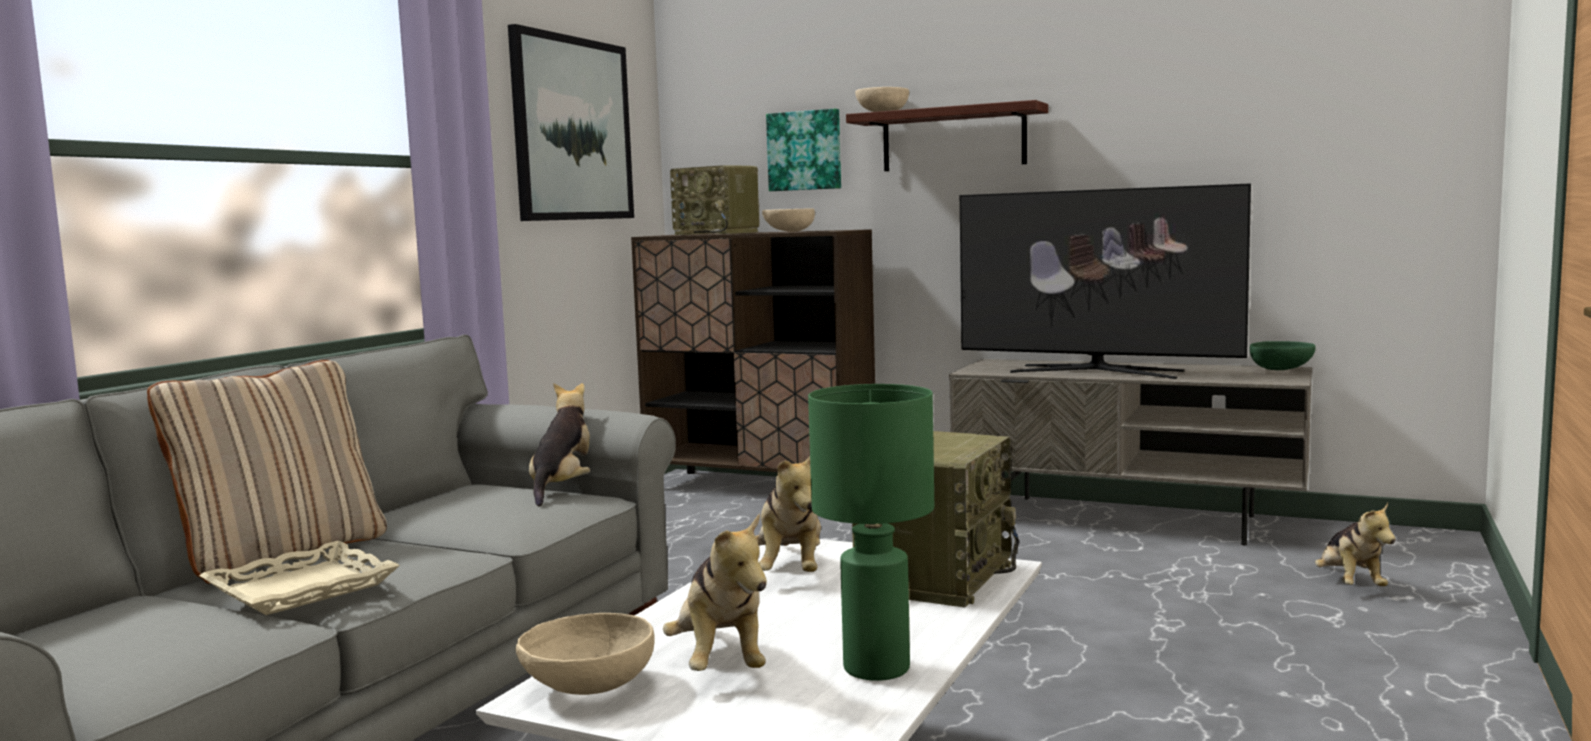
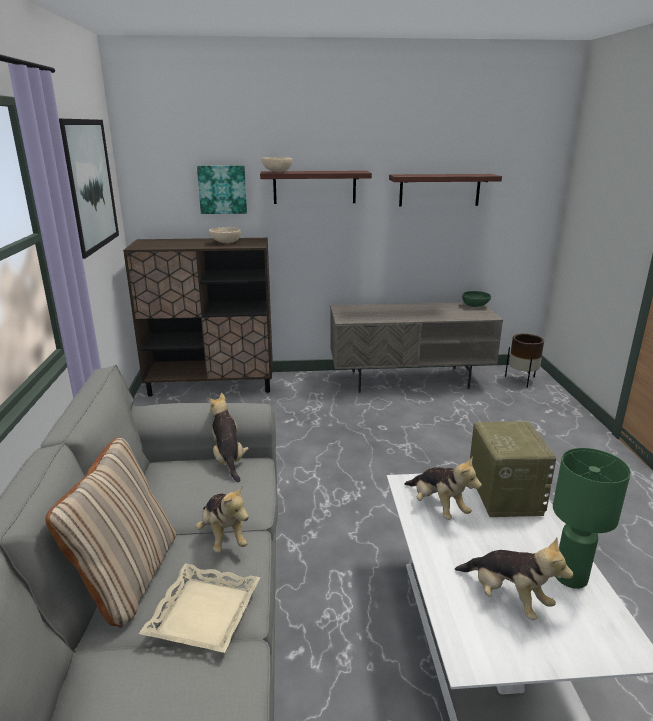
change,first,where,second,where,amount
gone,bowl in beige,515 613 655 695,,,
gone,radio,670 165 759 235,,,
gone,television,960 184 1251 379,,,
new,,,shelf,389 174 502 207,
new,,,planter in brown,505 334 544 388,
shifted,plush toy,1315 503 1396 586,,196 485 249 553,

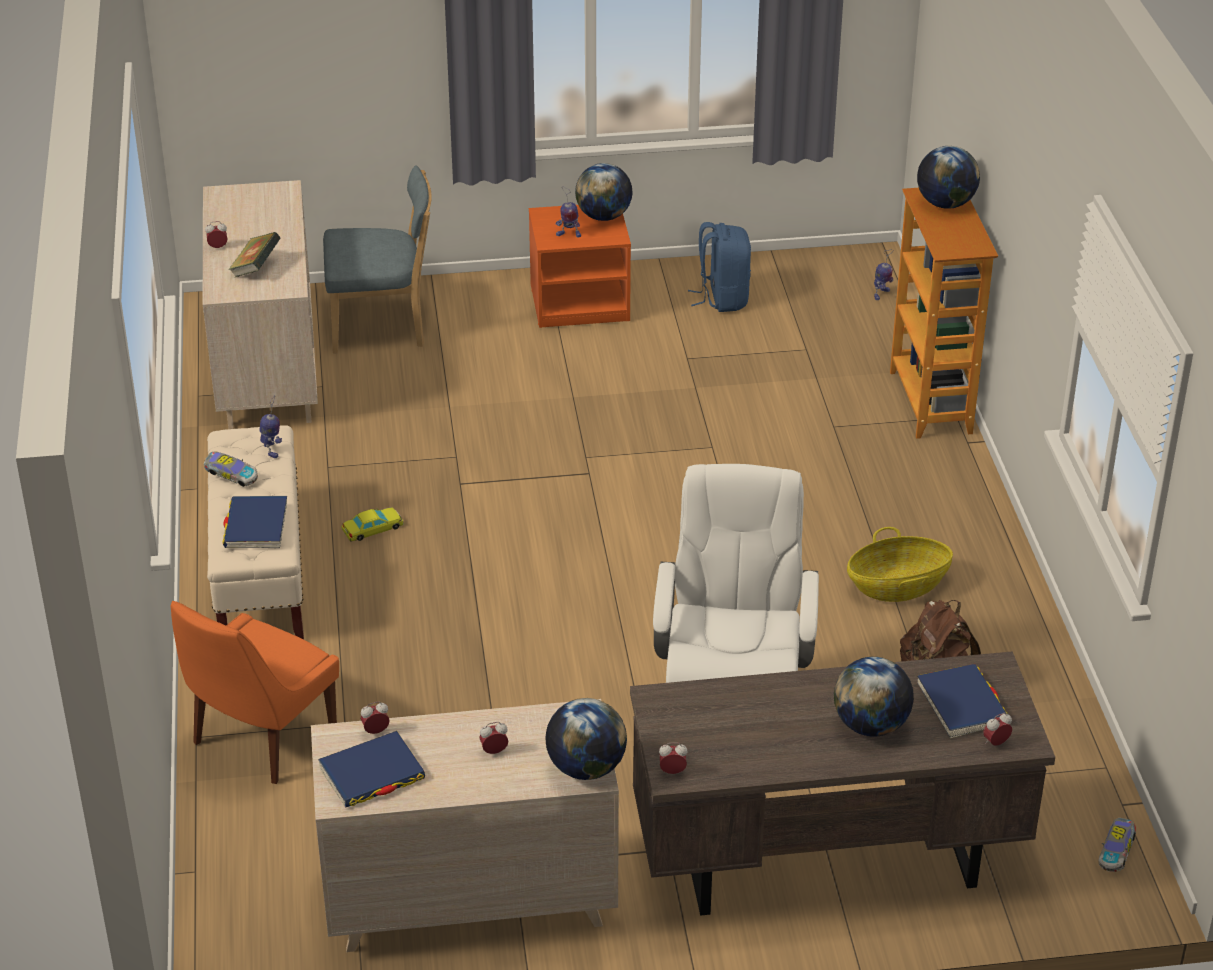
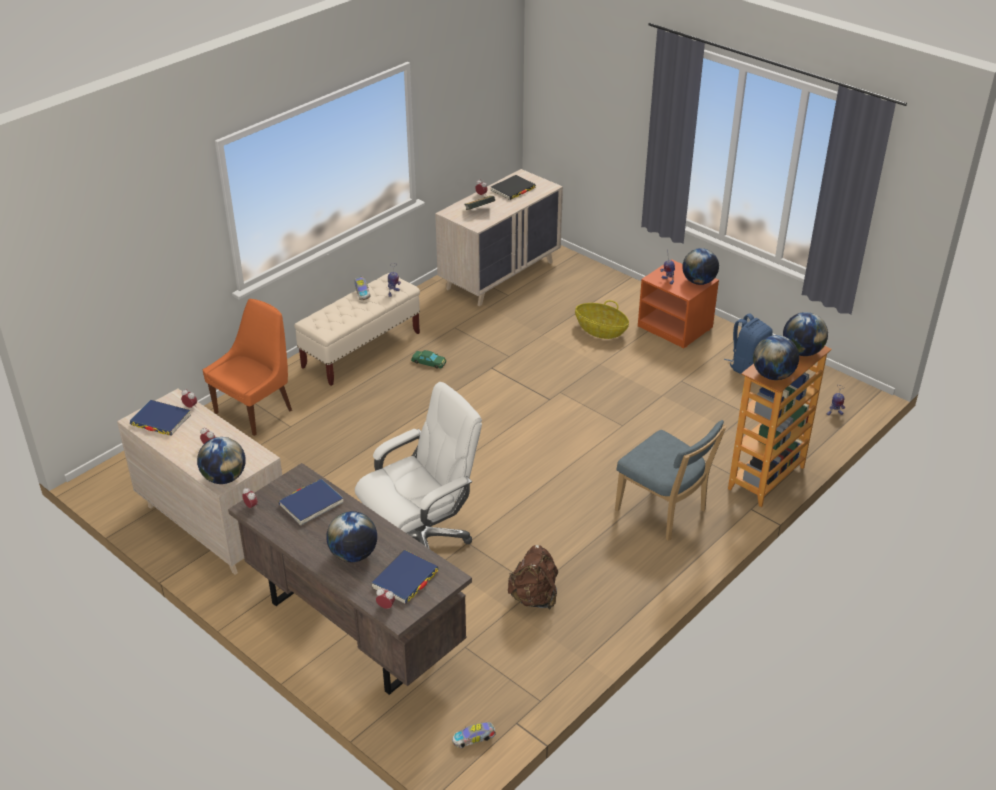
change,first,where,second,where,amount
new,,,book in black,491 175 536 200,
new,,,globe,753 335 799 380,
shifted,book in blue,222 496 287 549,,279 479 343 526,
shifted,chair in blue,323 165 432 354,,615 420 727 541,
shifted,basket,847 527 953 602,,575 300 629 339,
repainted,toy car in yellow,341 508 403 541,toy car in green,411 350 446 369,
rotated,chair in orange,171 601 339 784,,203 299 292 436,135 degrees clockwise

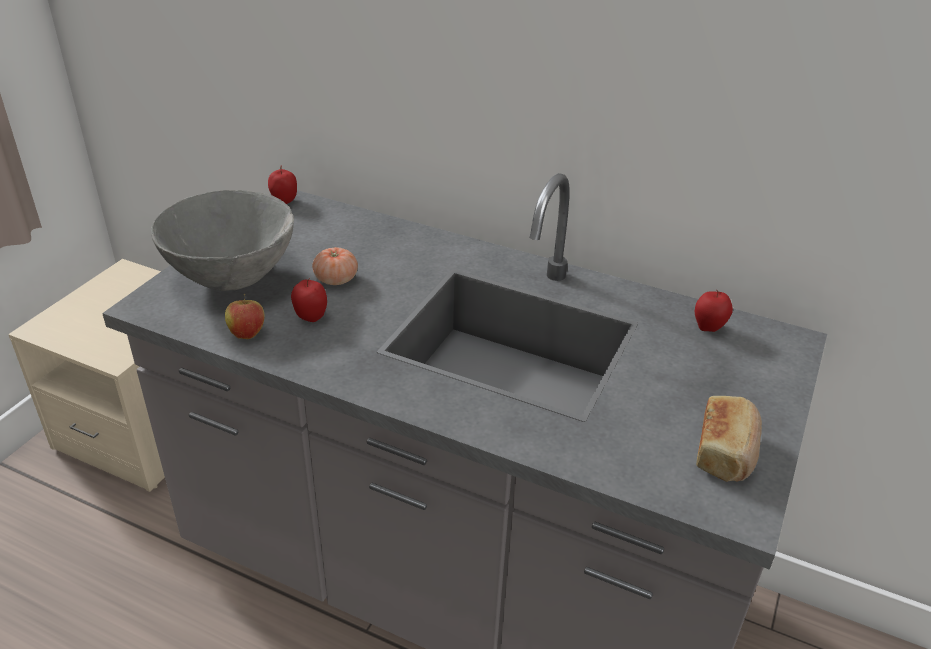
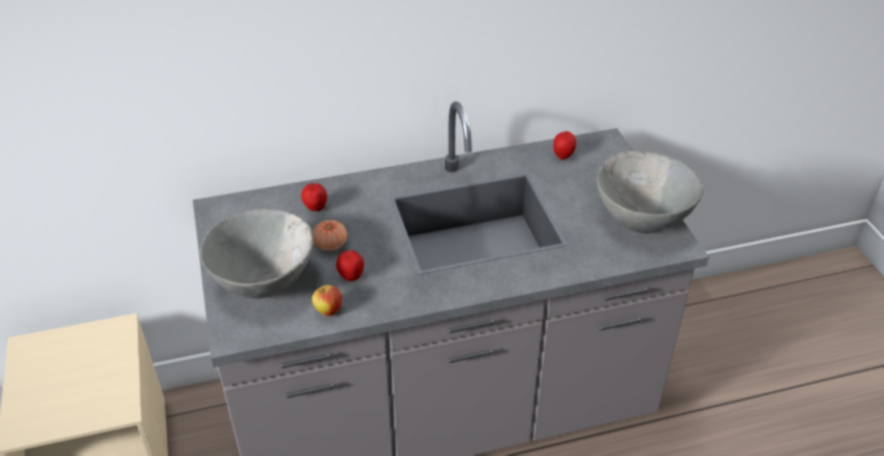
change,first,where,second,where,amount
shifted,apple,268 166 297 204,,301 182 327 211,
swapped,bread,696 396 762 482,bowl in grey,597 151 703 233,

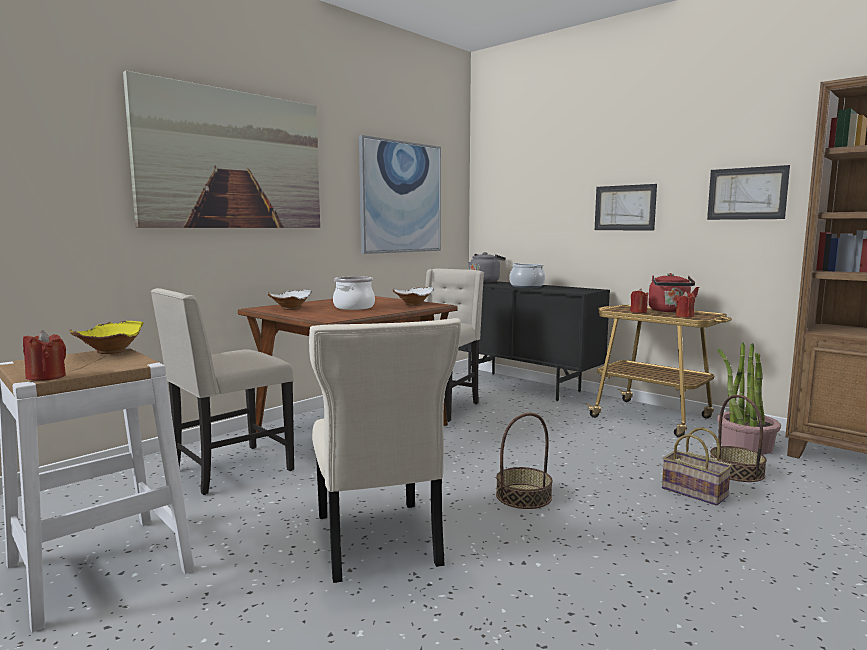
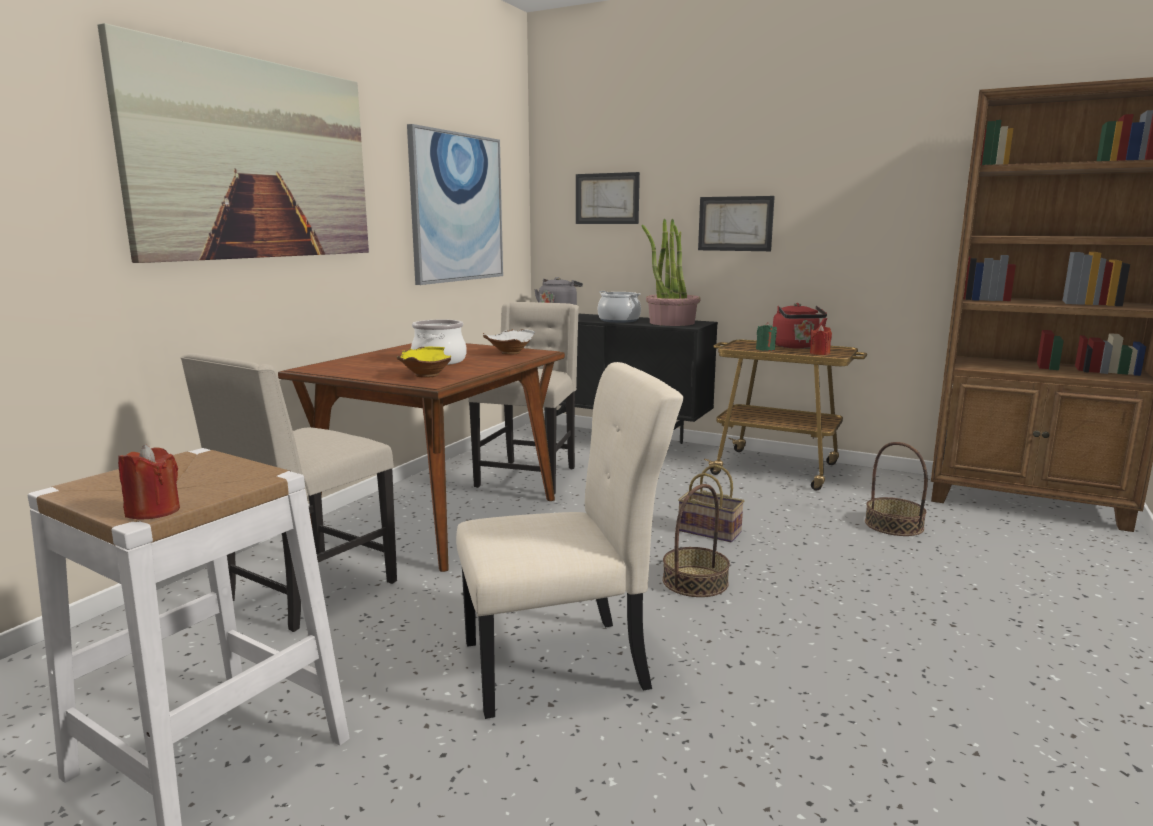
change,first,where,second,where,amount
gone,bowl in white,268 290 312 310,,,
shifted,bowl in yellow,69 321 143 354,,397 347 451 378,
shifted,basket,662 427 732 506,,678 464 744 542,
shifted,picture,707 165 790 220,,576 172 640 224,
shifted,potted plant,717 342 781 455,,642 219 700 326,
repainted,candle in red,630 289 648 313,candle in green,756 322 777 351,
rotated,chair in beige,309 318 461 583,,456 362 684 719,75 degrees counterclockwise

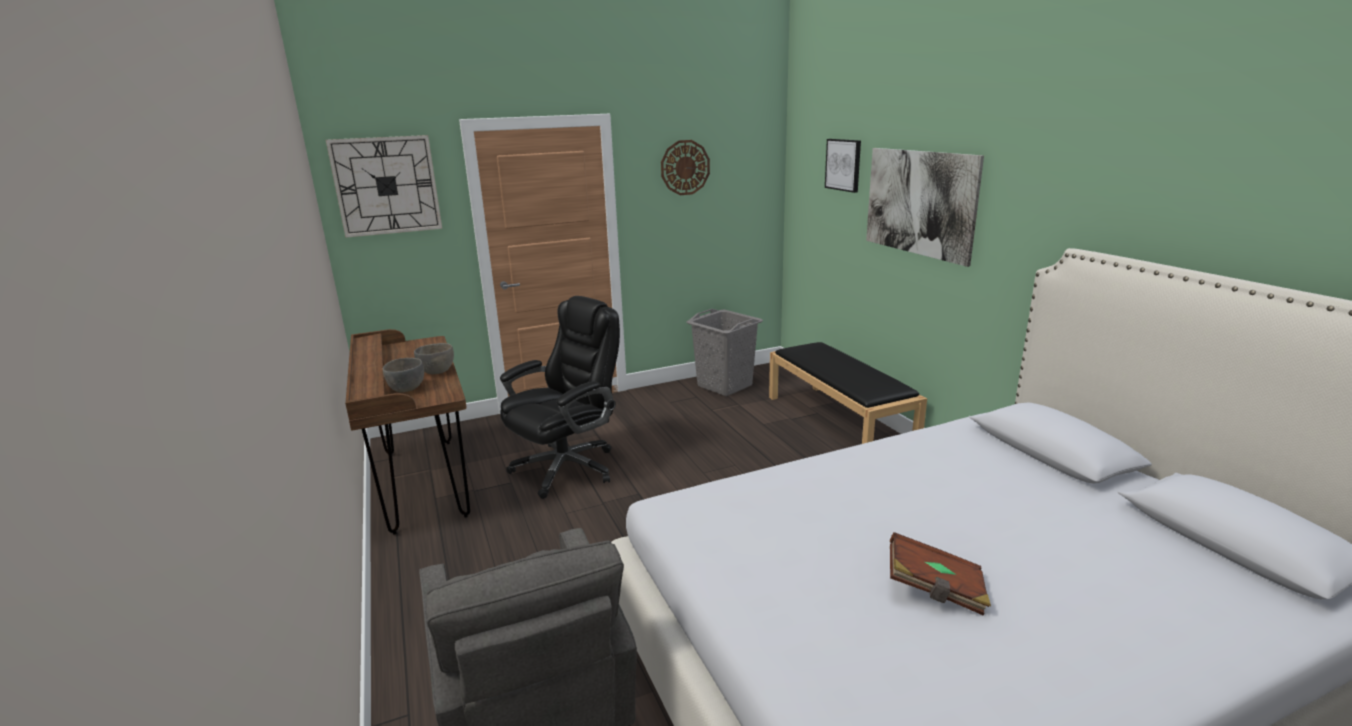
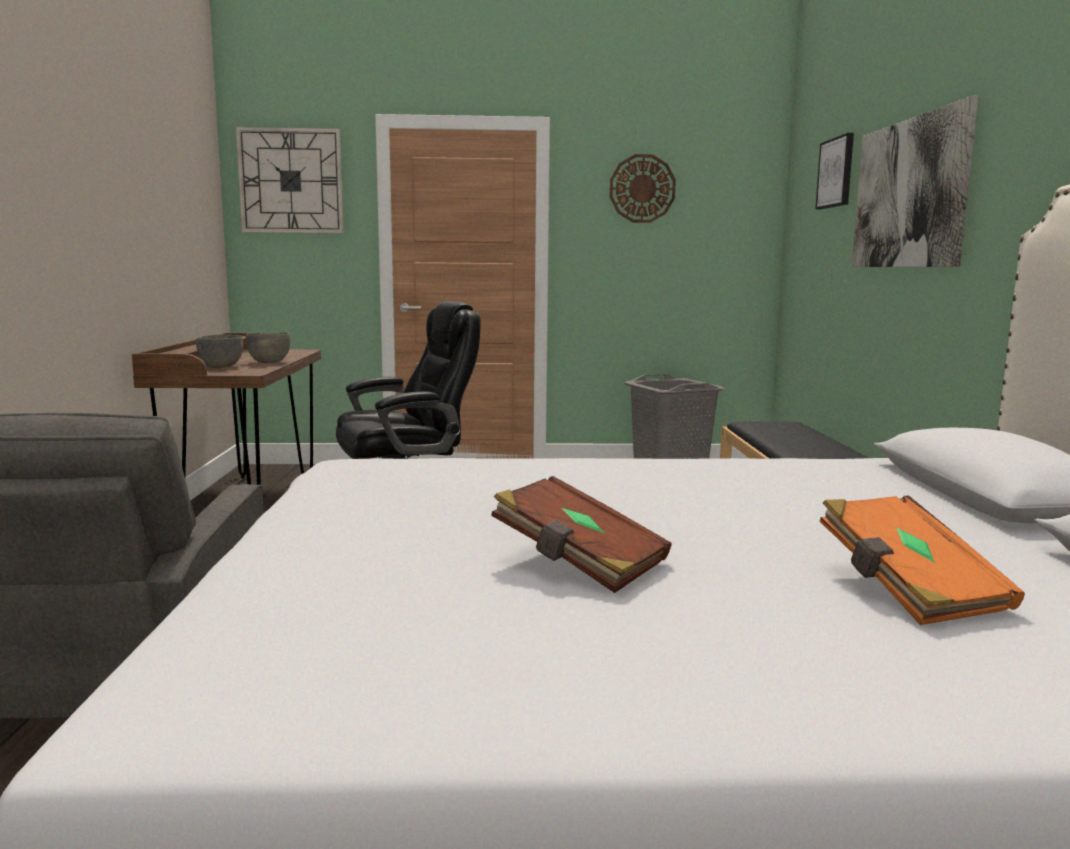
change,first,where,second,where,amount
new,,,book in orange,819 495 1025 625,

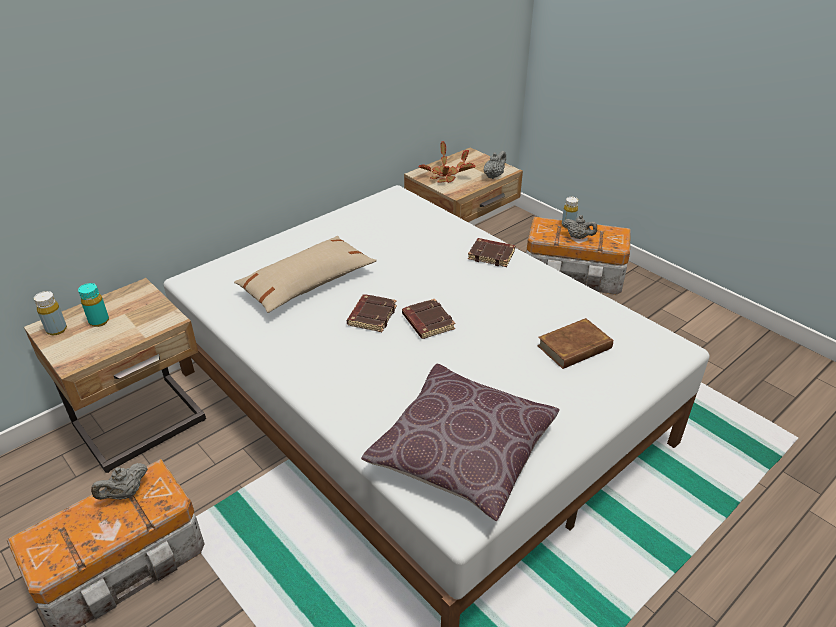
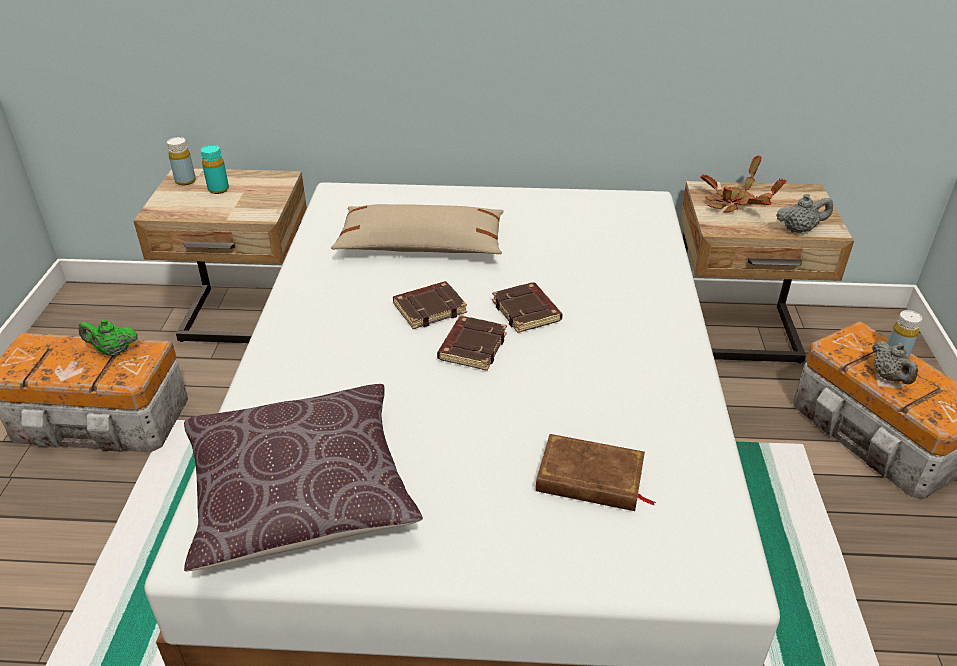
change,first,where,second,where,amount
shifted,book in brown,468 238 515 267,,492 282 562 333,
repainted,teapot in grey,91 463 148 500,teapot in green,78 320 138 356,

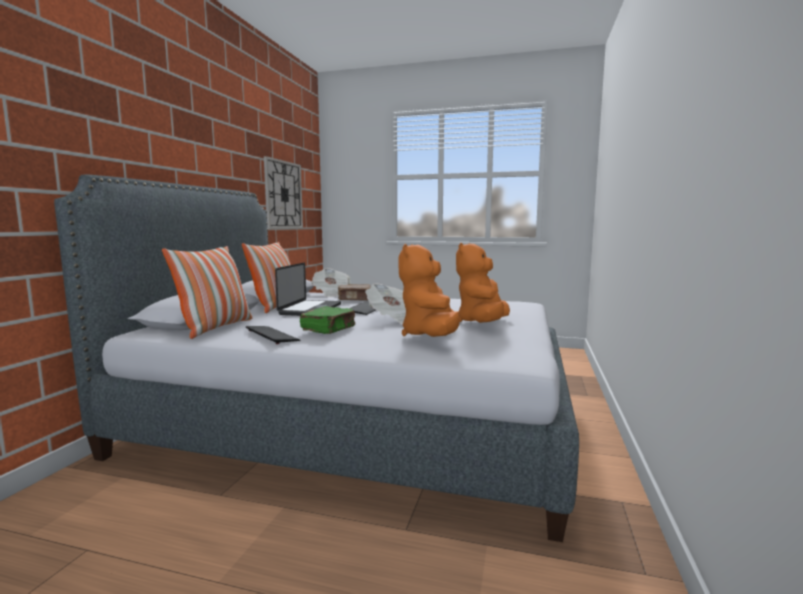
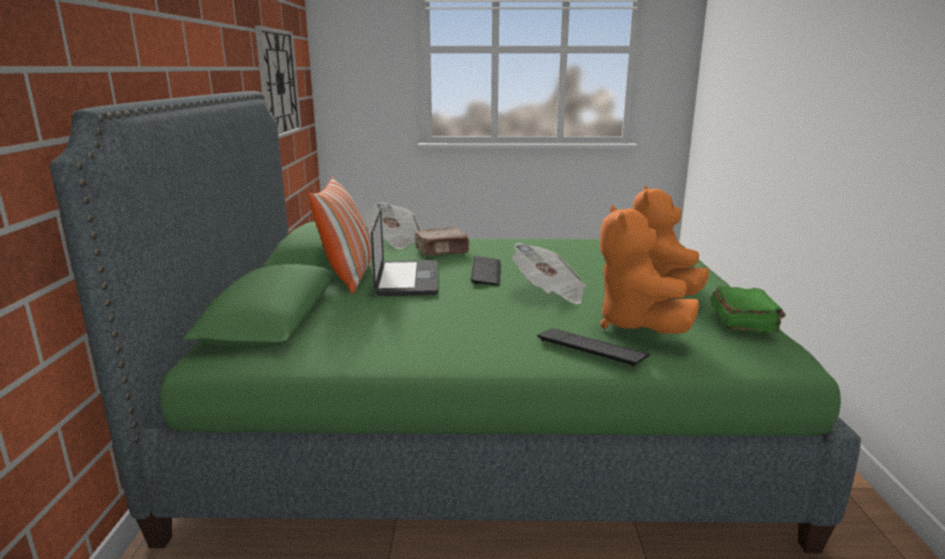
change,first,where,second,where,amount
gone,pillow,162 246 252 339,,,
shifted,keyboard,246 326 301 344,,537 329 651 367,
shifted,book in green,300 306 355 334,,711 286 786 334,
repainted,bed in grey,54 175 579 542,bed in green,50 91 861 553,

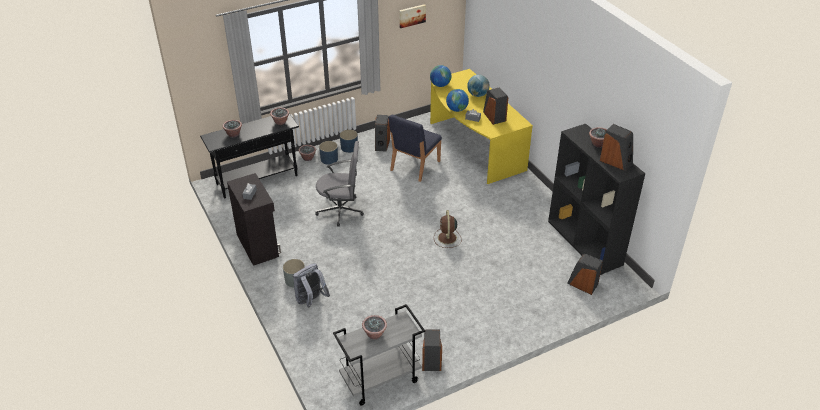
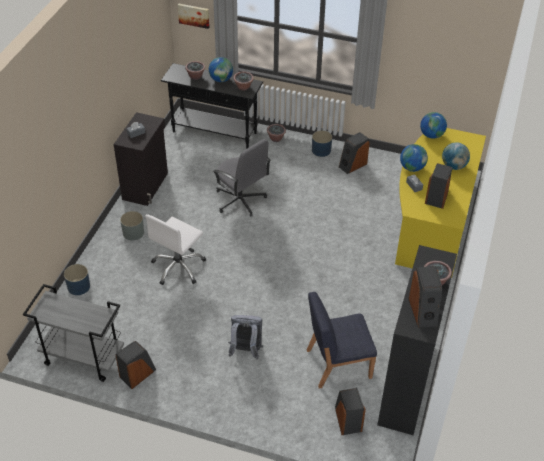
change,first,where,second,where,amount
gone,potted plant,362 315 387 339,,,
gone,fan in brown,434 210 462 248,,,
new,,,office chair in white,145 214 206 285,
new,,,globe,209 57 233 82,
shifted,backpack in grey,293 263 330 308,,228 315 263 360,
shifted,planter in blue,319 141 338 165,,64 264 90 295,
shifted,chair in blue,389 114 442 182,,307 292 377 389,
shifted,picture,399 4 426 28,,178 4 209 29,

